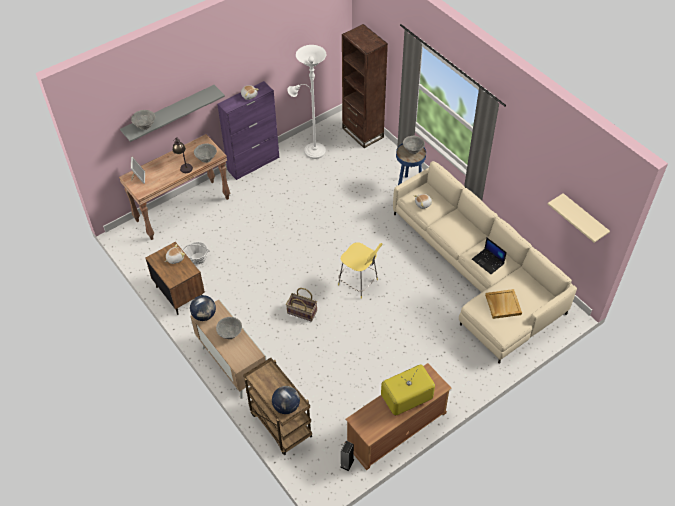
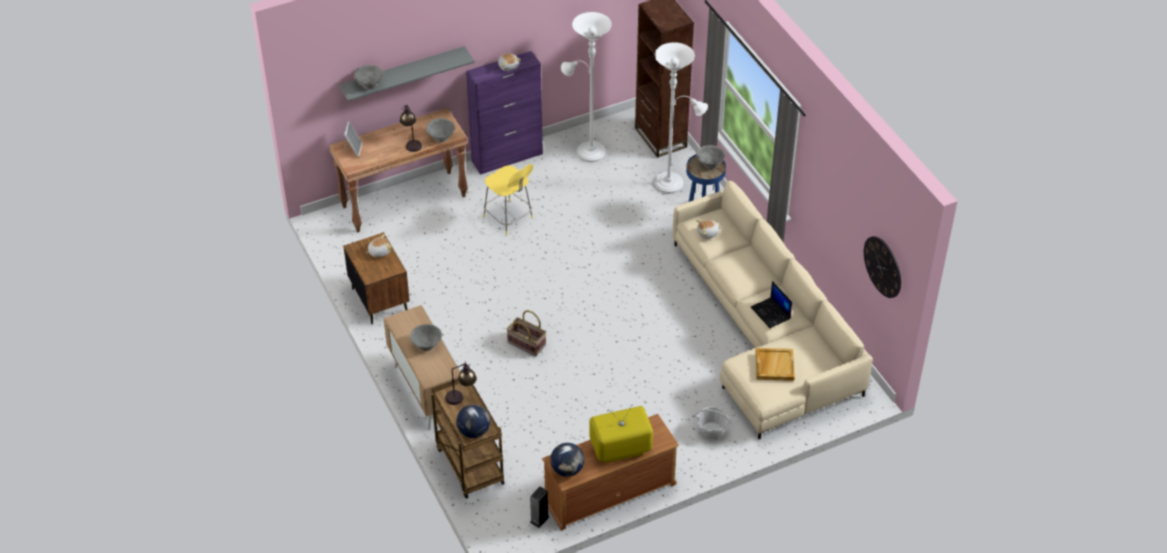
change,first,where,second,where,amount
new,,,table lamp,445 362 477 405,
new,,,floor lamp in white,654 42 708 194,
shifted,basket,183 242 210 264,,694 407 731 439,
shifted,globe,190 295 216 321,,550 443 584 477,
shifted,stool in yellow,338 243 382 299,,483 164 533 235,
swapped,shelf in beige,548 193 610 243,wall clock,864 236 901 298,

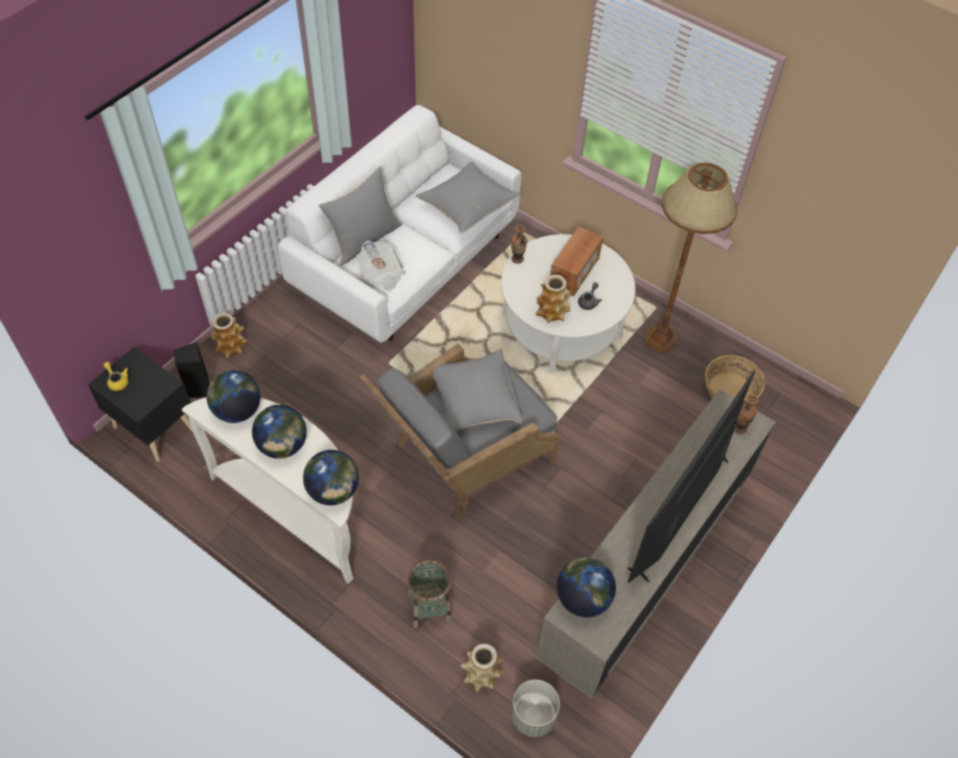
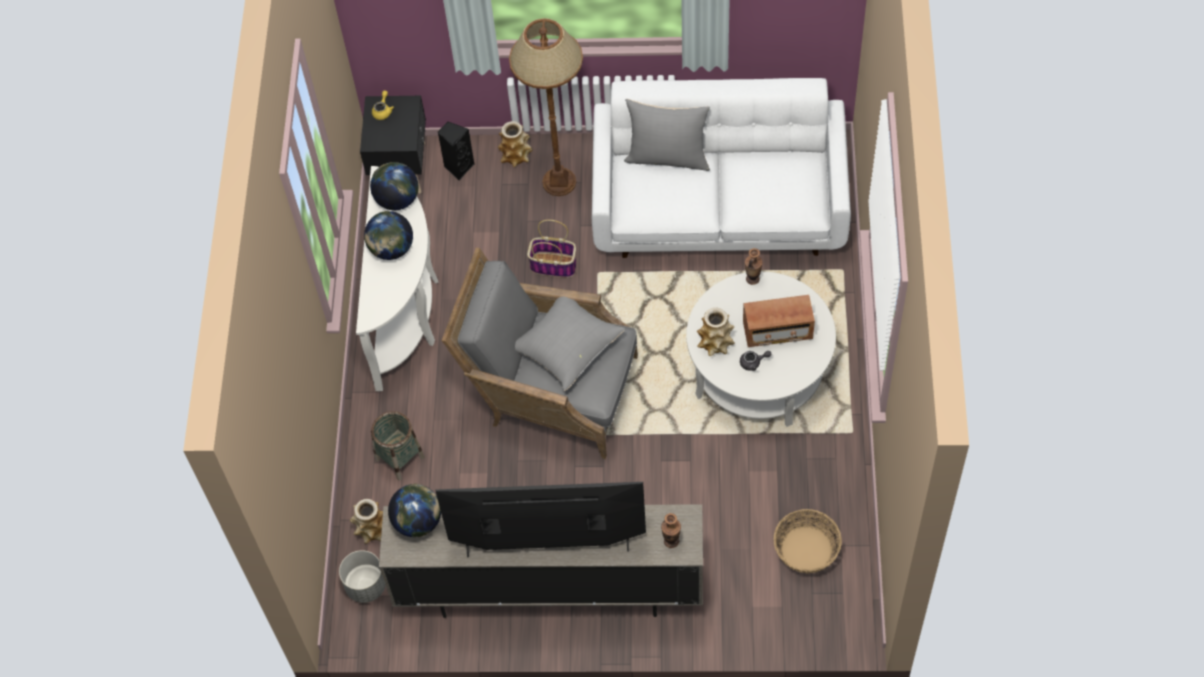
change,first,where,second,where,amount
gone,globe,303 450 359 505,,,
gone,newspaper,357 240 405 291,,,
gone,pillow in grey,416 161 519 234,,,
new,,,basket,527 220 576 277,
shifted,floor lamp in brown,645 163 738 352,,509 18 583 196,

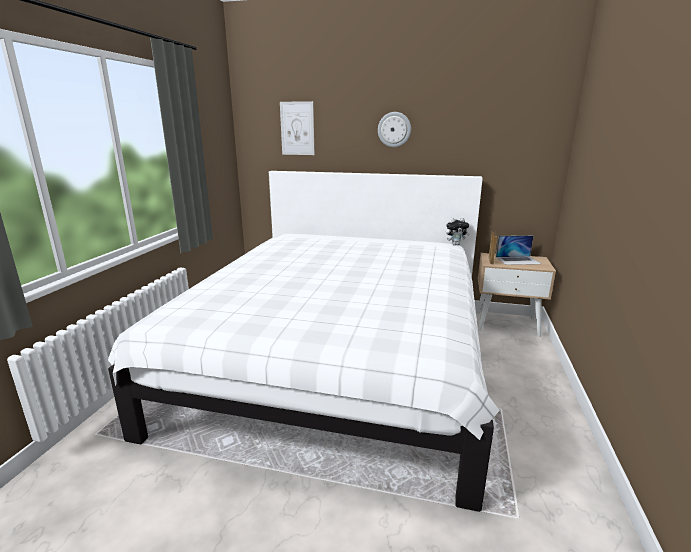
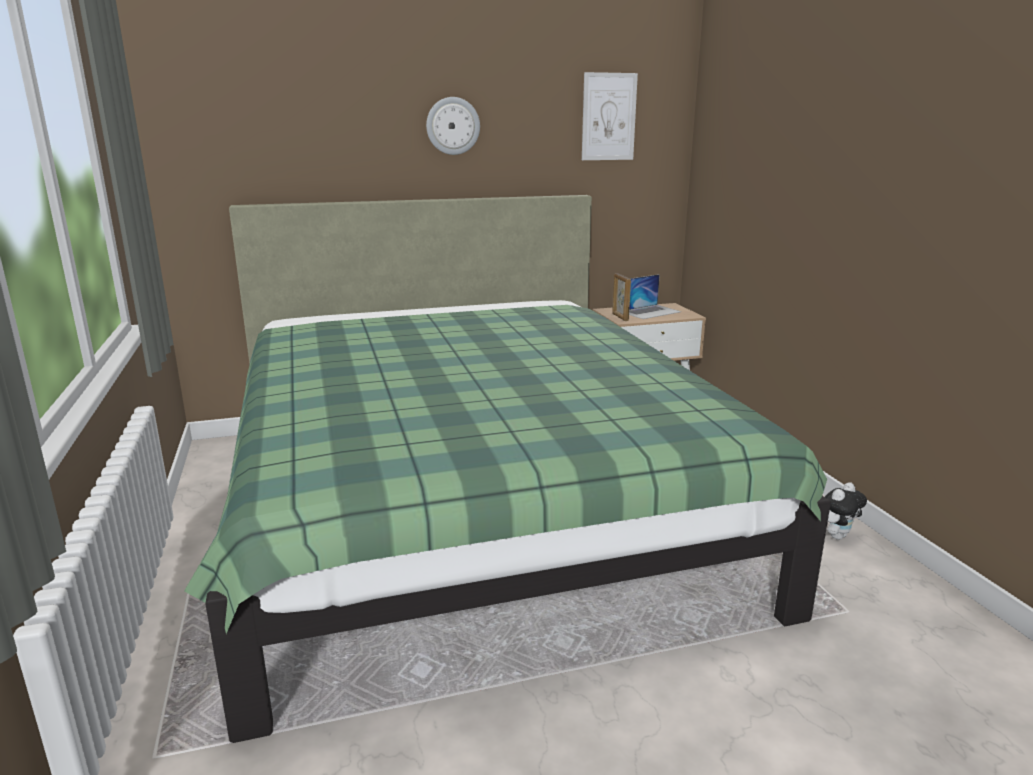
change,first,where,second,where,amount
shifted,picture,280 101 315 155,,582 72 638 160,
shifted,plush toy,446 218 470 245,,825 482 867 540,
repainted,bed in white,108 171 500 512,bed in green,184 195 831 743,

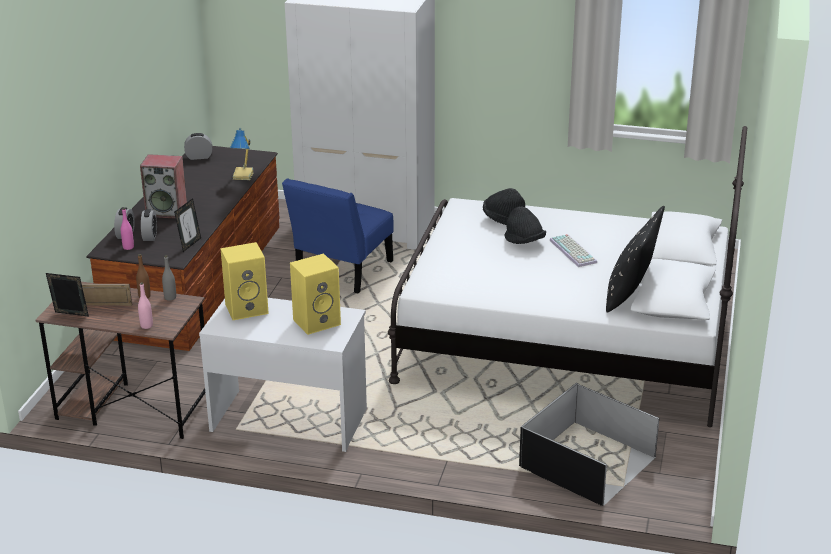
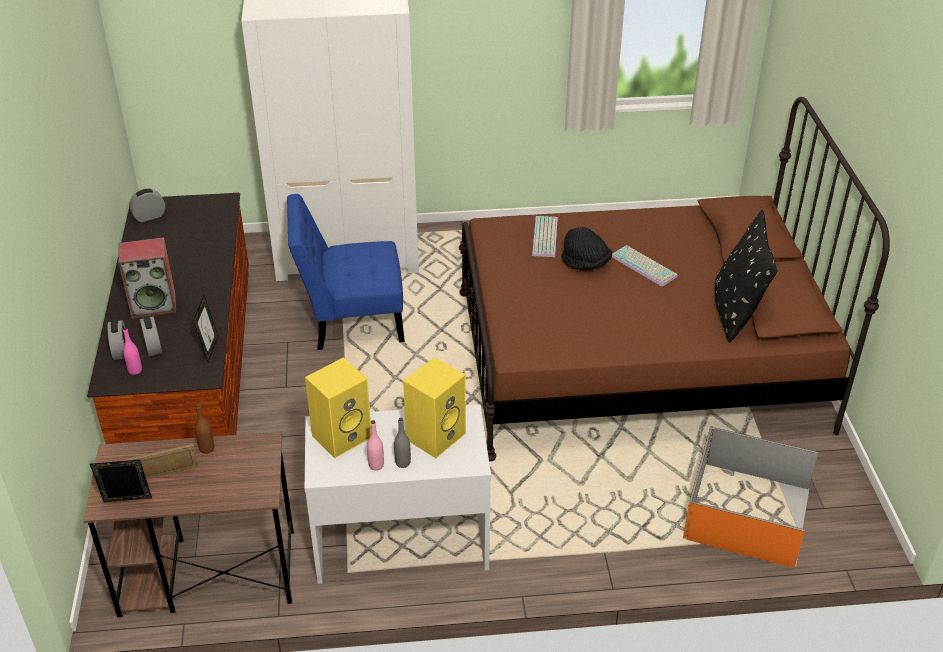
change,first,where,second,where,amount
gone,table lamp,230 128 254 180,,,
shifted,bottle in pink,138 282 153 329,,367 420 384 471,
shifted,bottle in grey,162 255 176 301,,394 418 411 468,
swapped,hat in black,483 188 525 225,keyboard,532 216 558 257,
repainted,bed in white,388 126 747 427,bed in brown,459 97 890 462,
repainted,storage box in black,519 383 659 506,storage box in orange,683 426 818 568,
rotated,chair in blue,282 178 394 293,,287 194 405 350,75 degrees clockwise

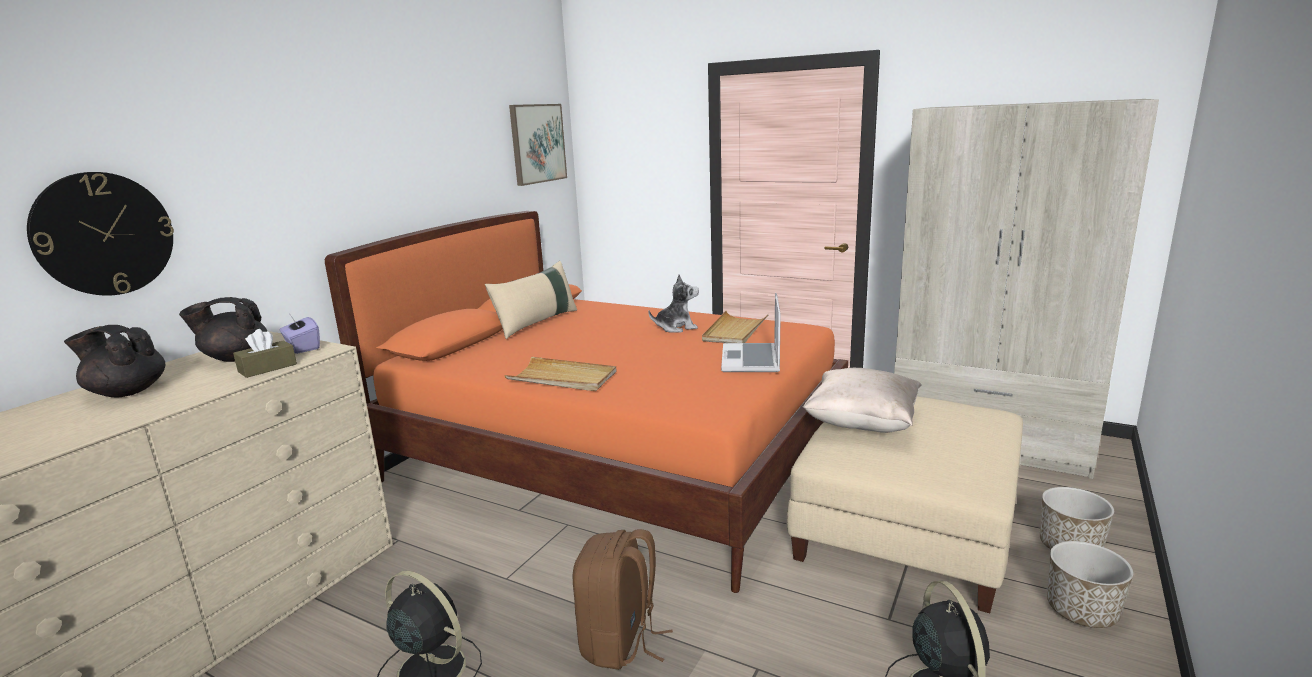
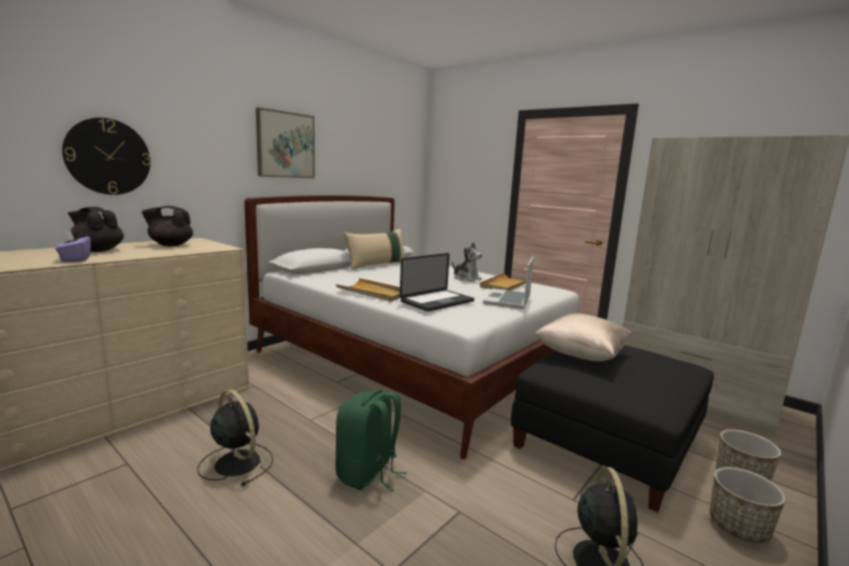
change,first,where,second,where,amount
gone,tissue box in brown,233 329 297 378,,,
new,,,laptop,400 253 474 311,
shifted,tissue box in purple,280 313 320 354,,56 230 91 262,
shifted,picture,509 104 567 186,,256 107 315 178,
repainted,bed in orange,325 211 848 593,bed in white,244 195 579 459,
repainted,backpack in brown,573 529 673 670,backpack in green,336 390 407 491,
repainted,ottoman in beige,787 396 1023 613,ottoman in black,511 345 714 513,
rotated,plush toy,648 275 699 333,,452 242 482 282,45 degrees clockwise

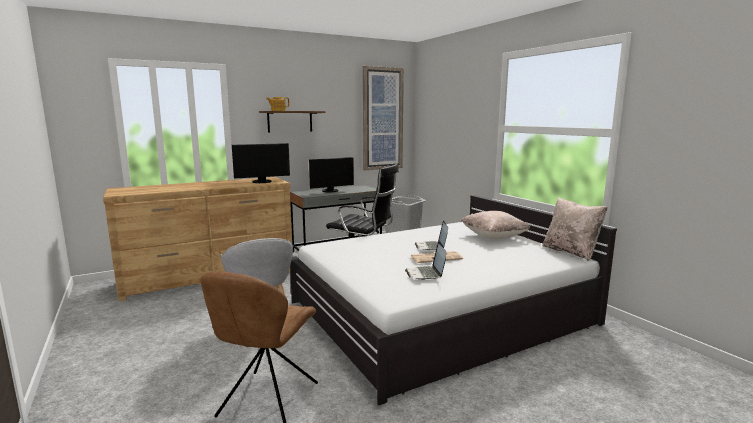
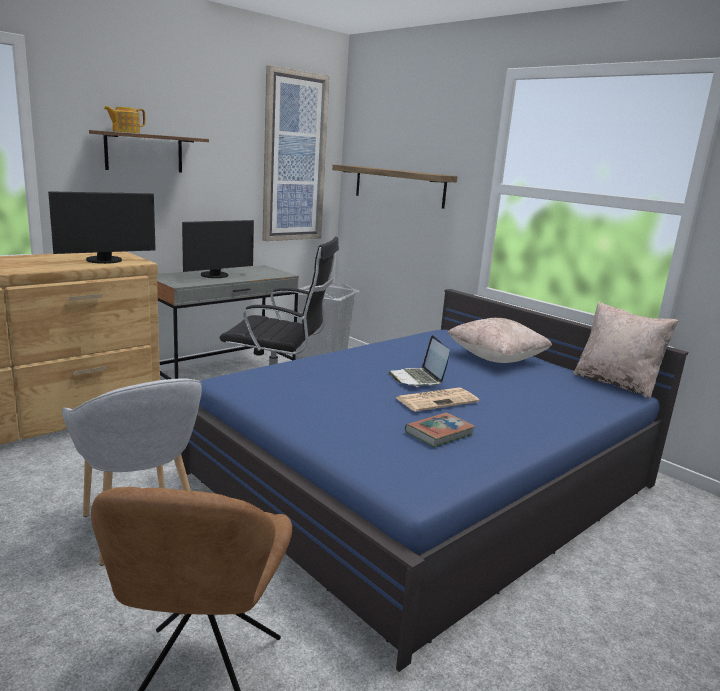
change,first,where,second,where,amount
new,,,shelf,332 165 457 209,
swapped,laptop,405 241 447 280,book,405 412 475 448,
repainted,bed in white,290 195 617 406,bed in blue,181 289 688 672,

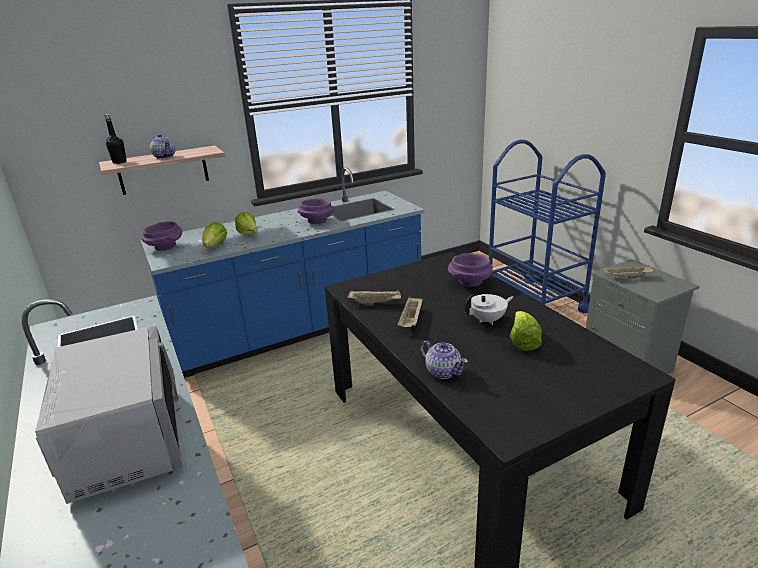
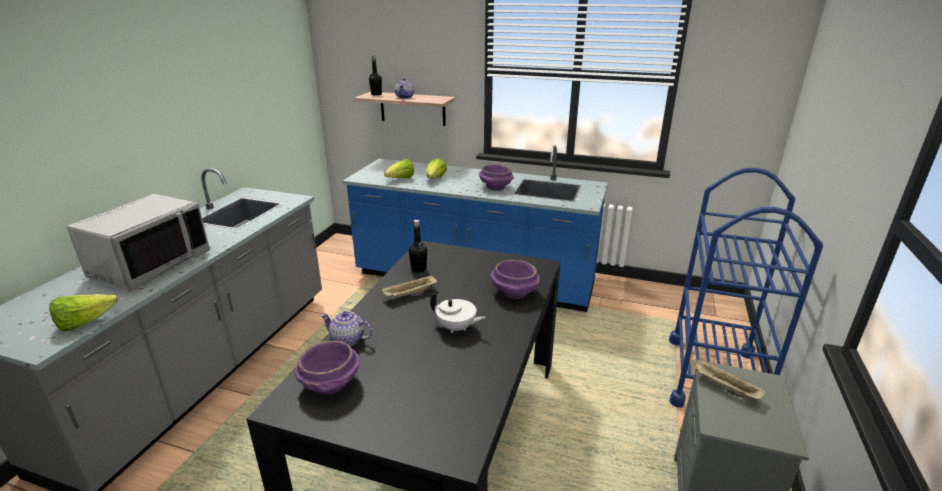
change,first,where,second,where,amount
shifted,bowl in purple,142 221 182 251,,294 341 360 394,
shifted,lettuce,510 311 542 351,,49 294 118 331,
swapped,tray in beige,348 289 401 305,bottle in black,409 220 427 273,
rotated,teapot,420 341 468 379,,320 311 373 346,105 degrees clockwise

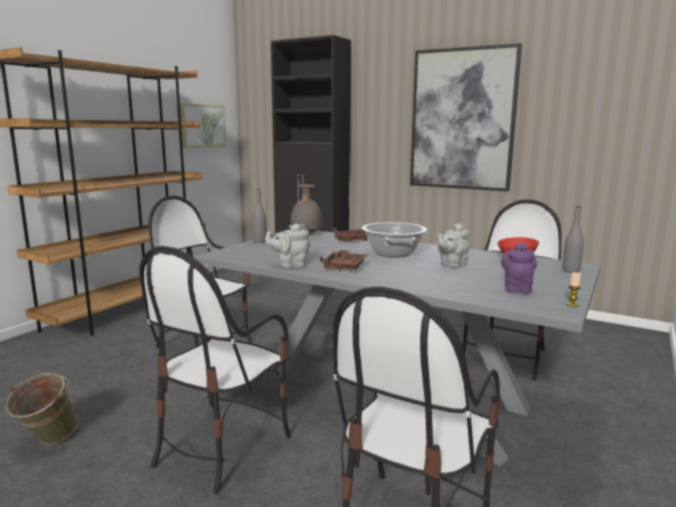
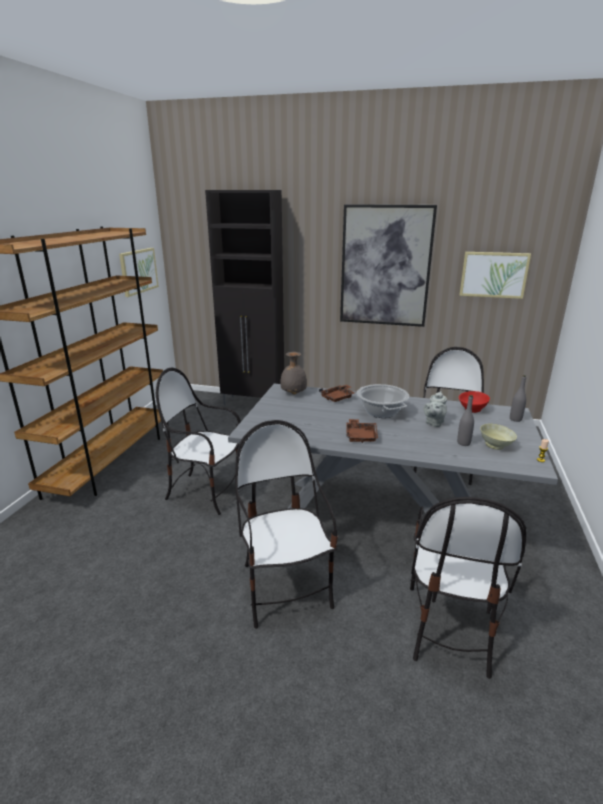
change,first,where,second,where,amount
gone,bucket in green,5 373 78 444,,,
gone,teapot in grey,265 224 310 268,,,
new,,,picture,459 252 531 299,
shifted,bottle in grey,252 189 267 243,,457 395 474 446,
swapped,teapot in purple,501 242 537 293,bowl in beige,480 424 517 450,
rotated,chair,139 246 291 494,,235 420 338 629,150 degrees clockwise

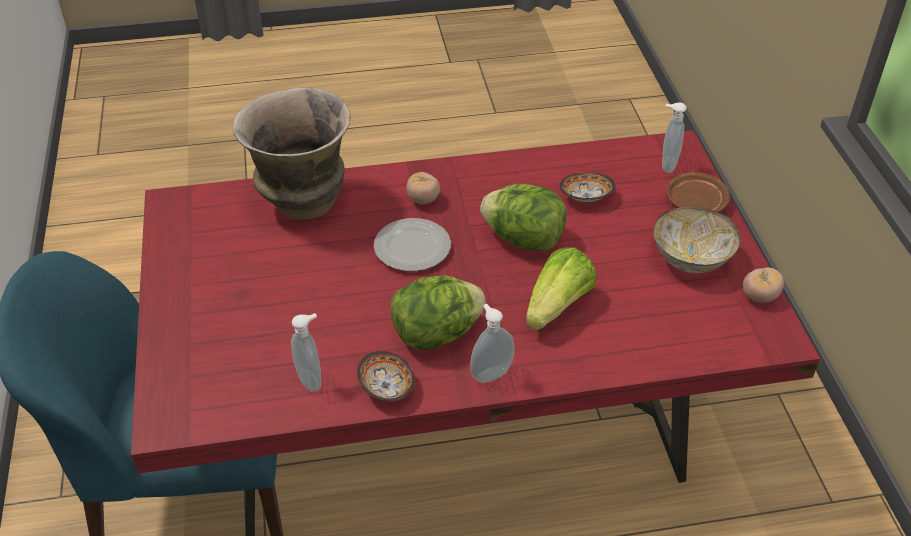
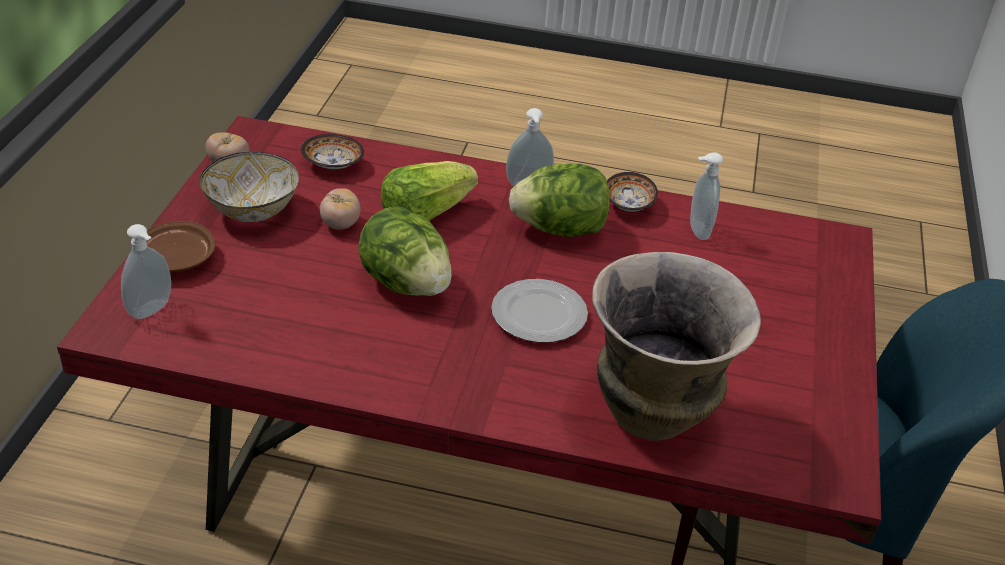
change,first,where,second,where,amount
shifted,tomato,406 172 440 205,,320 188 361 230,
shifted,bowl,560 172 616 202,,301 134 364 169,

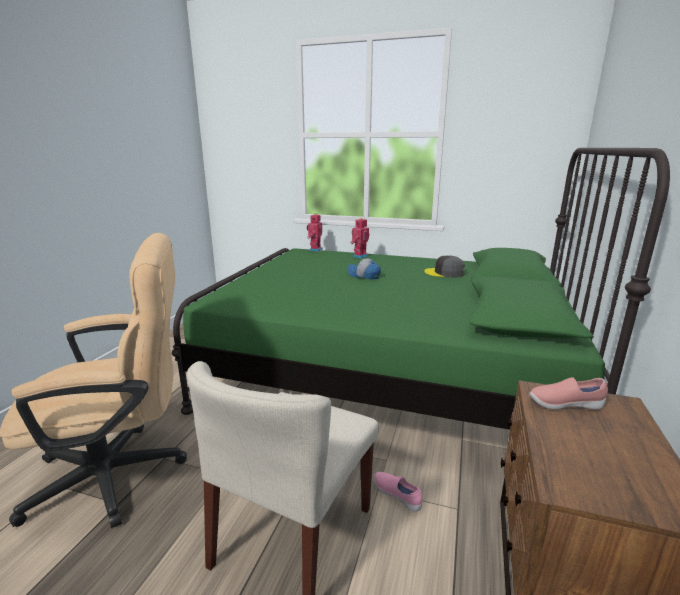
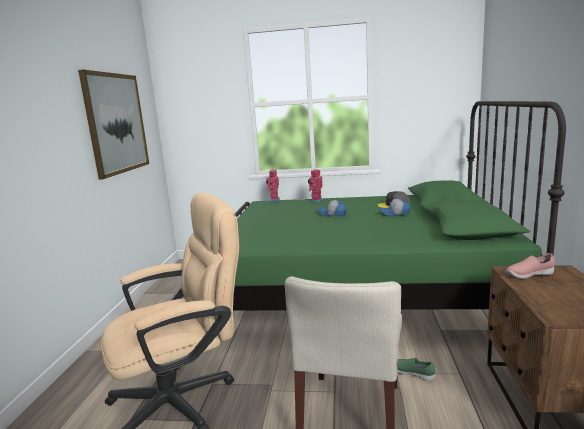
change,first,where,second,where,amount
new,,,picture,78 70 149 180,
new,,,cap,378 199 410 216,
repainted,shoe in pink,374 472 422 512,shoe in green,398 358 435 381,

